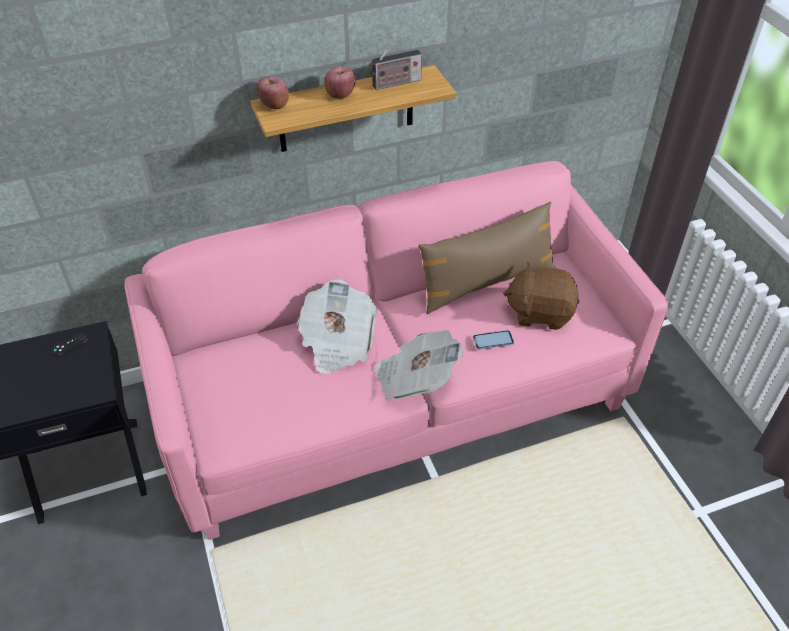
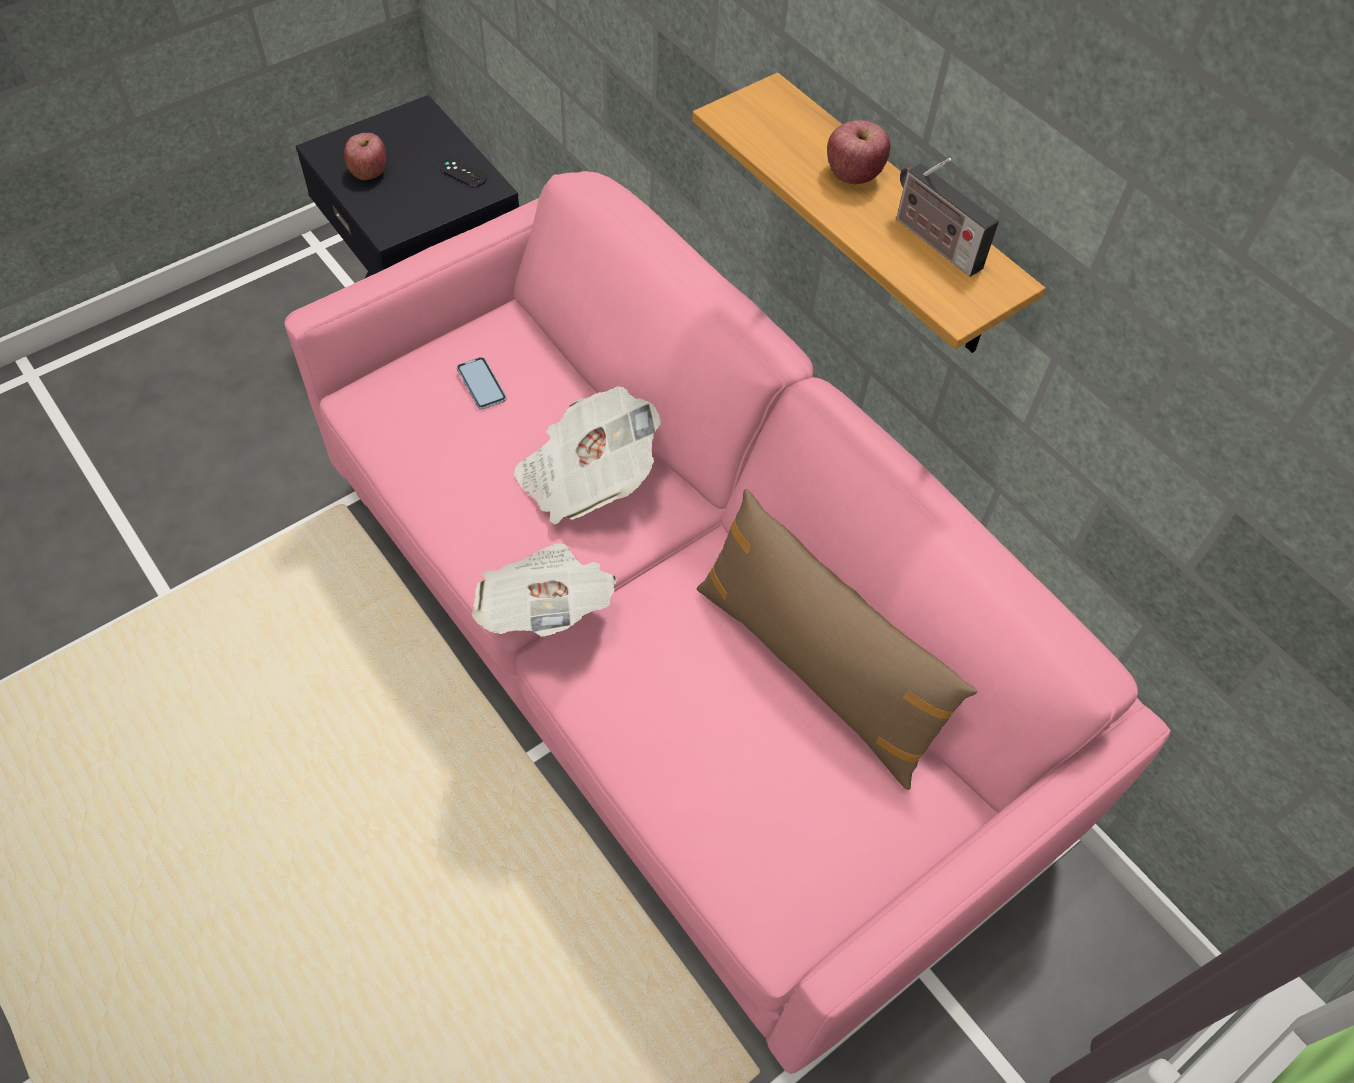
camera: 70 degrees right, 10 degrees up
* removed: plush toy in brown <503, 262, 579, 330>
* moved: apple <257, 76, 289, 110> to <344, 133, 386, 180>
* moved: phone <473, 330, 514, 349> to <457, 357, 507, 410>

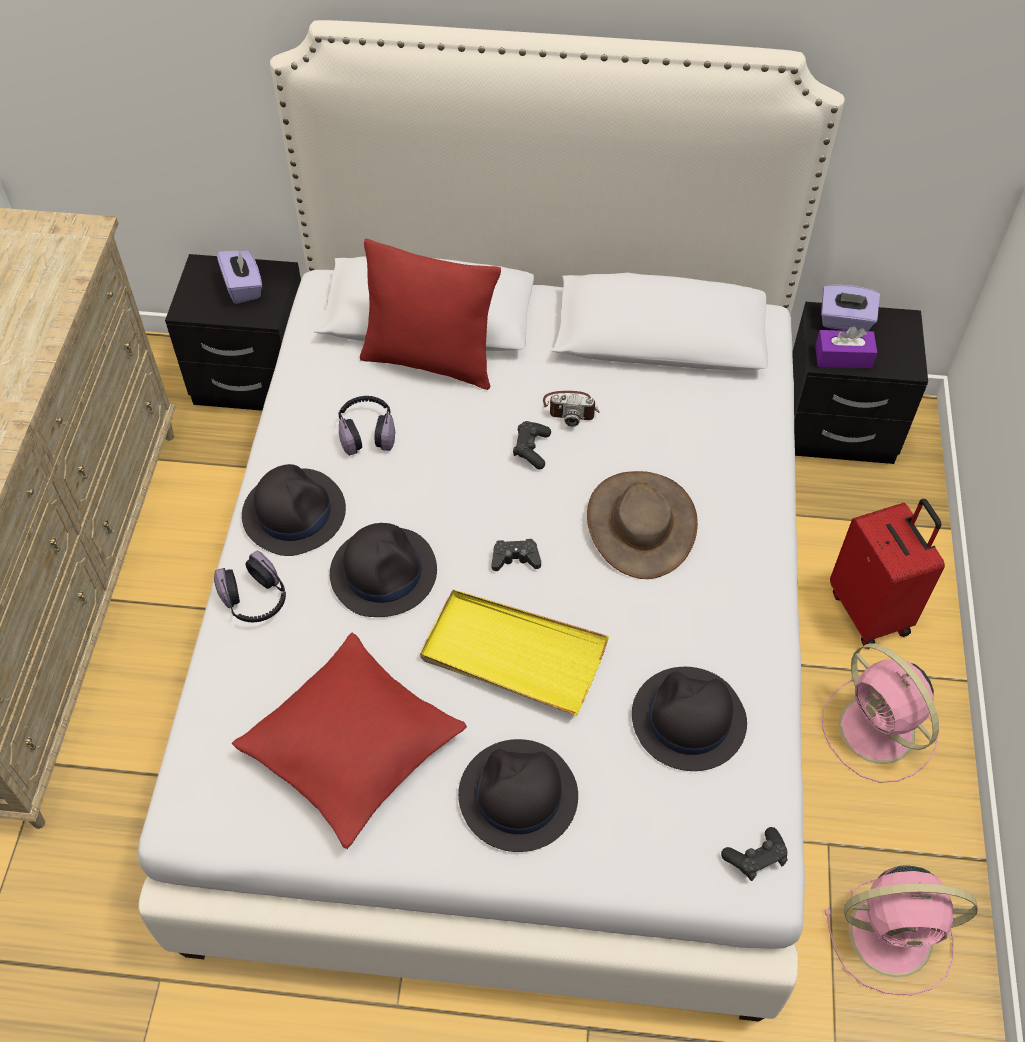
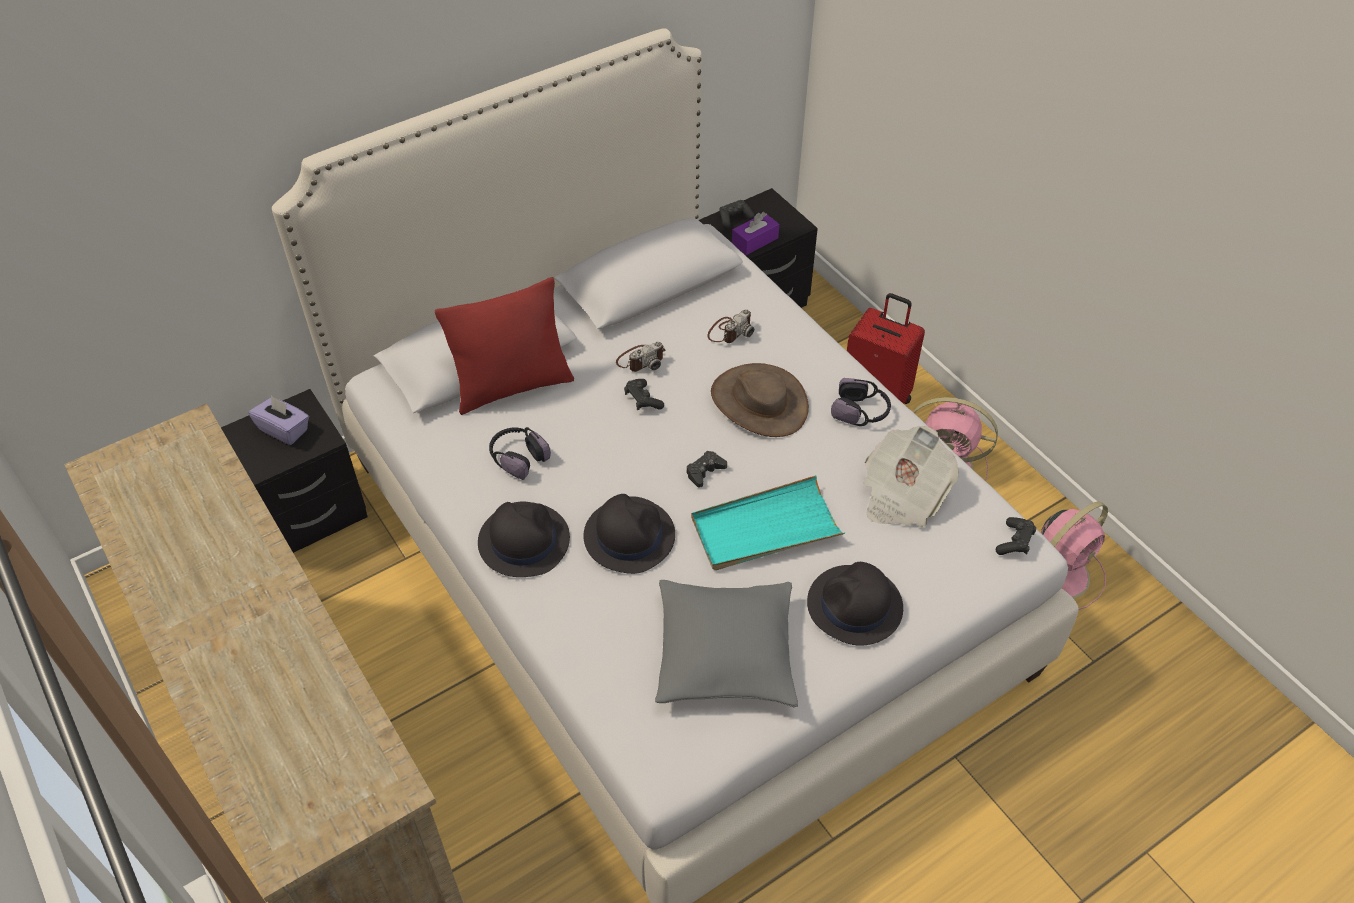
camera: 40 degrees left, 5 degrees down
* added: photo camera <707, 309, 754, 343>
* moved: headphones <214, 550, 286, 622> to <831, 378, 891, 426>
* replaced: hat in black <632, 667, 747, 771> to newspaper <863, 426, 959, 527>
* replaced: tissue box in purple <821, 285, 880, 331> to game controller in black <719, 200, 755, 229>
* recoloured: pillow in red <232, 633, 467, 849> to pillow in grey <655, 580, 798, 707>
* recoloured: tray in yellow <420, 590, 609, 716> to tray in turquoise <691, 475, 845, 570>

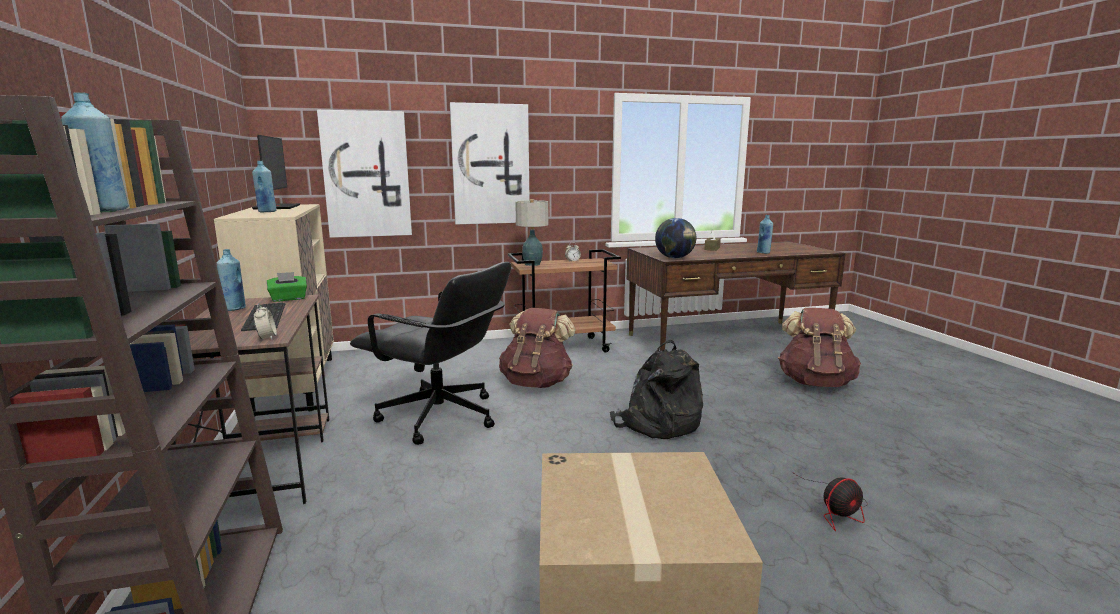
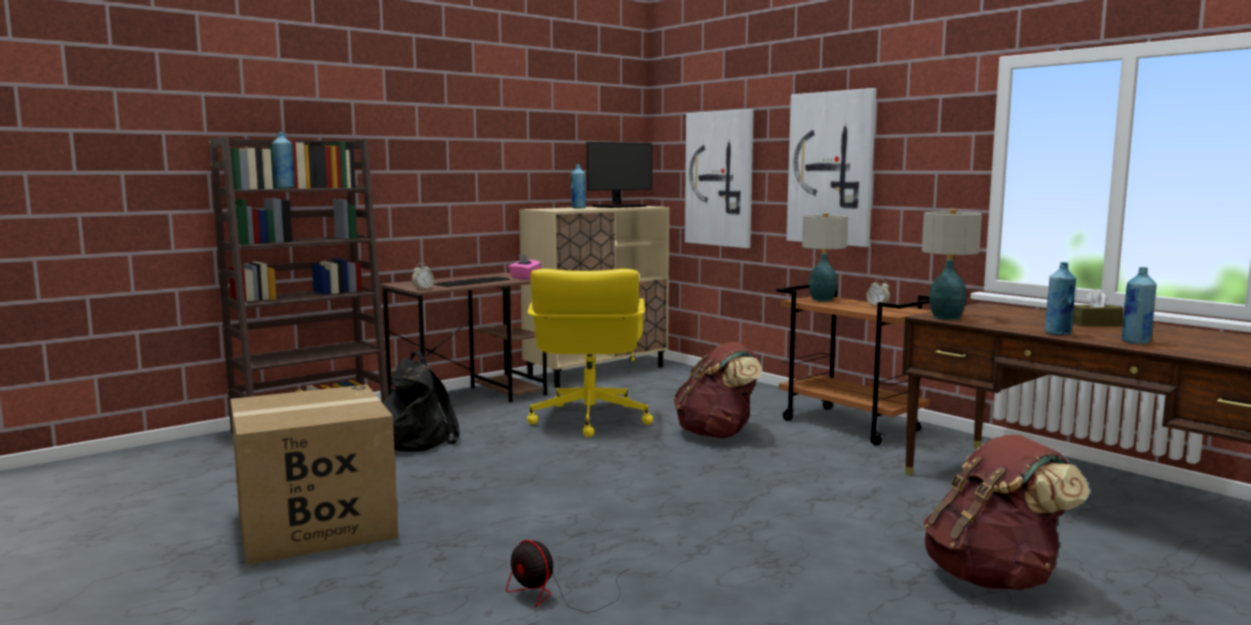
camera: 65 degrees right, 5 degrees down
* moved: bottle in blue <216, 249, 246, 311> to <1045, 262, 1076, 335>
* moved: backpack in black <610, 340, 703, 439> to <383, 351, 460, 451>
* replaced: globe <655, 218, 696, 258> to table lamp <922, 209, 982, 320>
* recoloured: tissue box in green <267, 272, 307, 302> to tissue box in pink <508, 255, 542, 279>
* recoloured: office chair in black <350, 262, 511, 445> to office chair in yellow <527, 269, 653, 437>

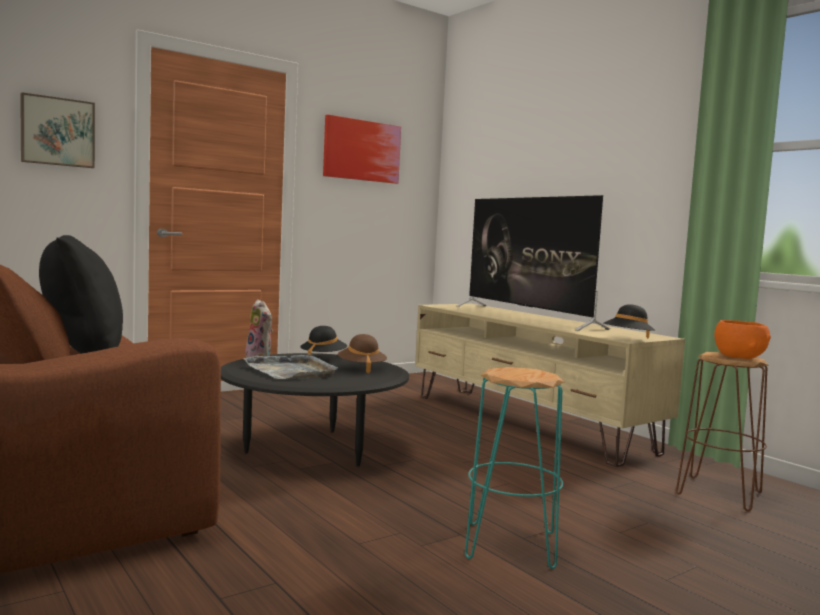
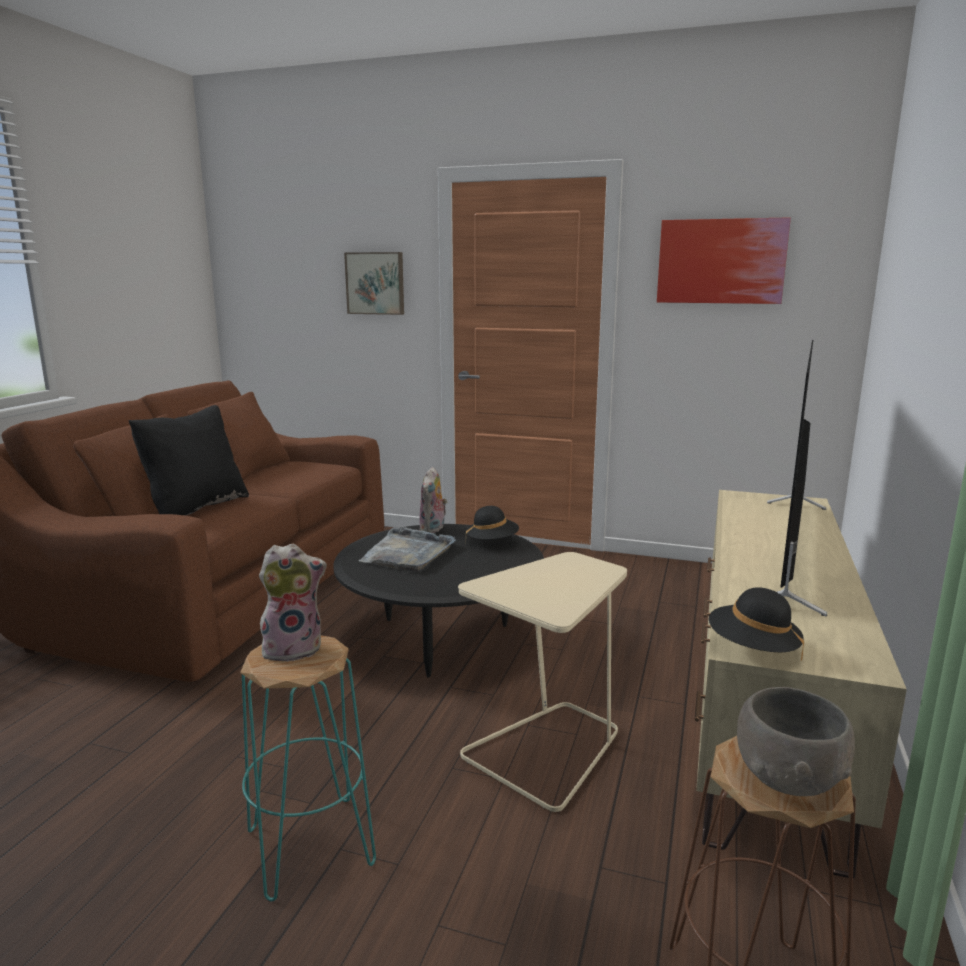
camera: 55 degrees right, 10 degrees up
* removed: hat in brown <338, 334, 387, 373>
* added: plush toy <259, 543, 327, 662>
* added: side table in beige <458, 552, 627, 812>
* recoloured: bowl in orange <714, 320, 771, 359> to bowl in grey <737, 687, 855, 796>

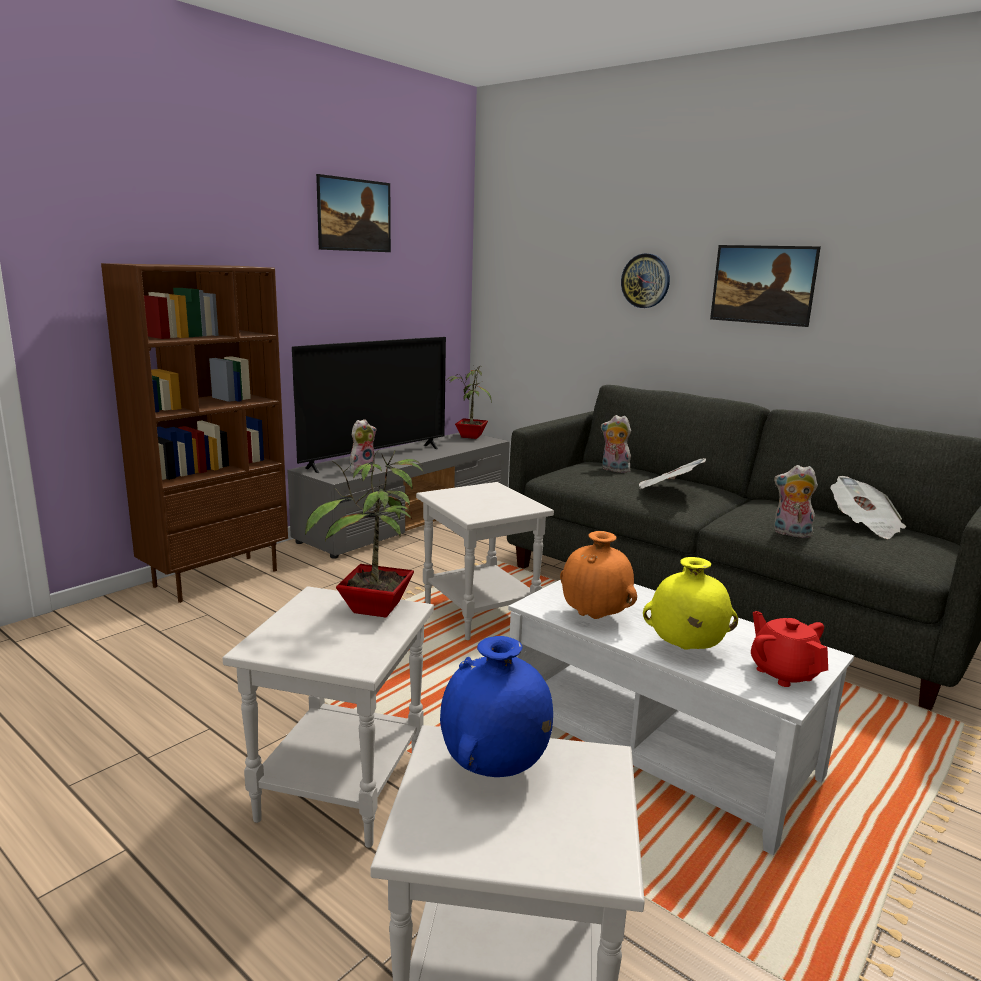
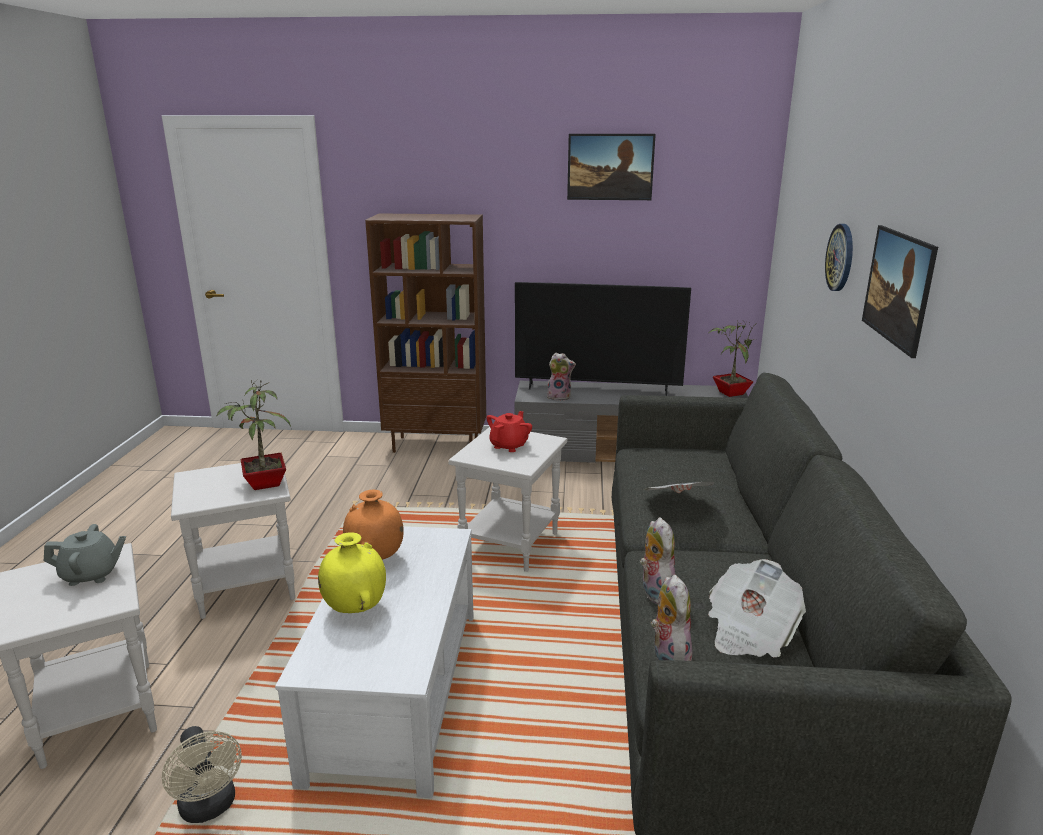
camera: 55 degrees right, 5 degrees up
* added: fan in beige <162, 726, 242, 823>
* moved: plush toy <601, 415, 632, 473> to <650, 574, 692, 661>
* moved: teapot in red <751, 611, 828, 687> to <487, 411, 532, 452>
* replaced: vase in blue <440, 636, 553, 777> to teapot in grey <44, 524, 126, 586>

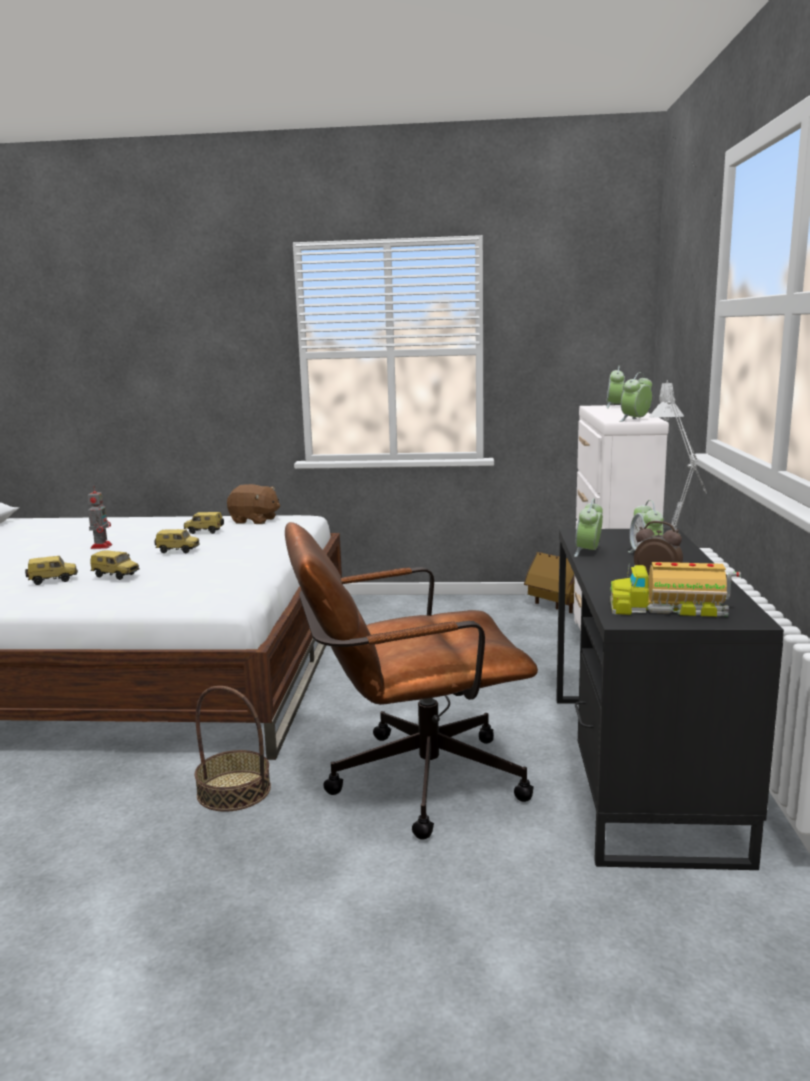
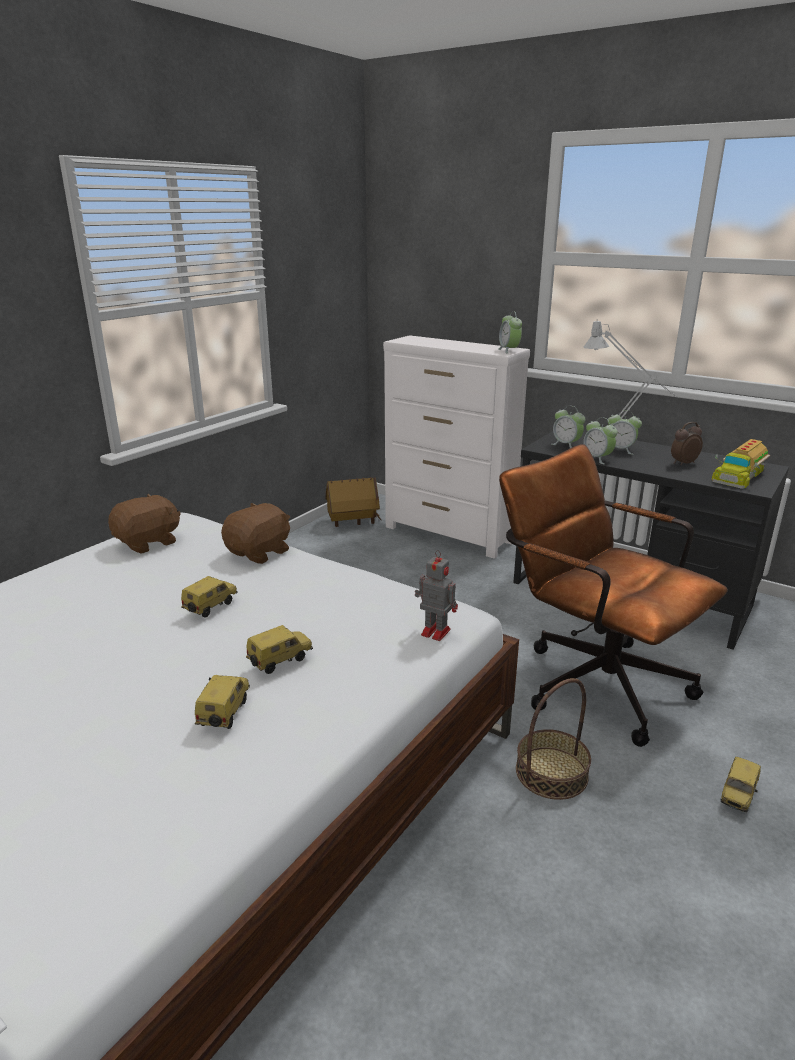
camera: 60 degrees left, 10 degrees up
* added: plush toy in brown <221, 503, 290, 564>
* moved: toy robot <88, 486, 112, 549> to <415, 550, 458, 641>
* moved: toy car <184, 512, 224, 534> to <721, 757, 761, 812>
* moved: alarm clock <606, 365, 625, 408> to <552, 406, 585, 448>
* turned: office chair in brown <285, 522, 538, 840> = <499, 444, 728, 747> 120 degrees clockwise

